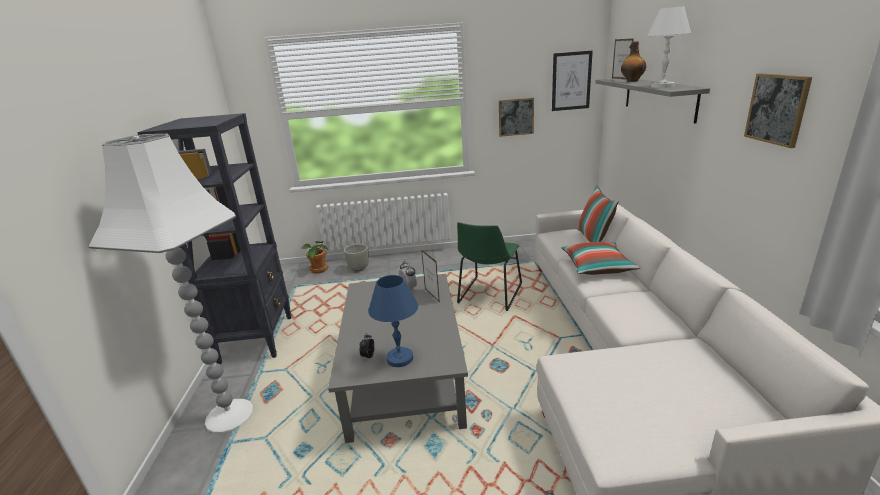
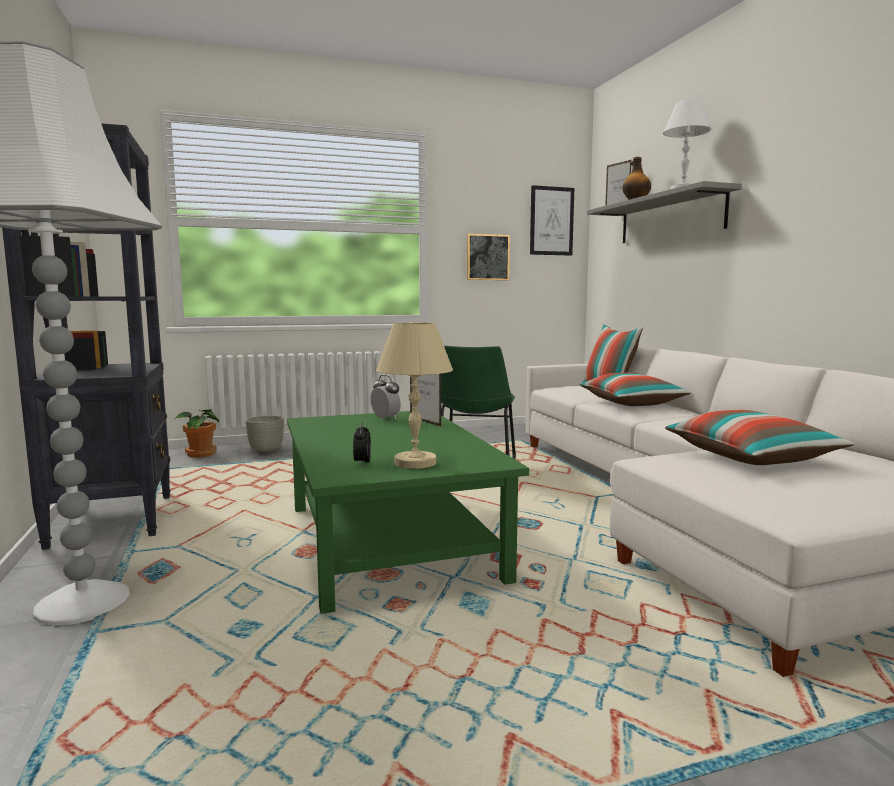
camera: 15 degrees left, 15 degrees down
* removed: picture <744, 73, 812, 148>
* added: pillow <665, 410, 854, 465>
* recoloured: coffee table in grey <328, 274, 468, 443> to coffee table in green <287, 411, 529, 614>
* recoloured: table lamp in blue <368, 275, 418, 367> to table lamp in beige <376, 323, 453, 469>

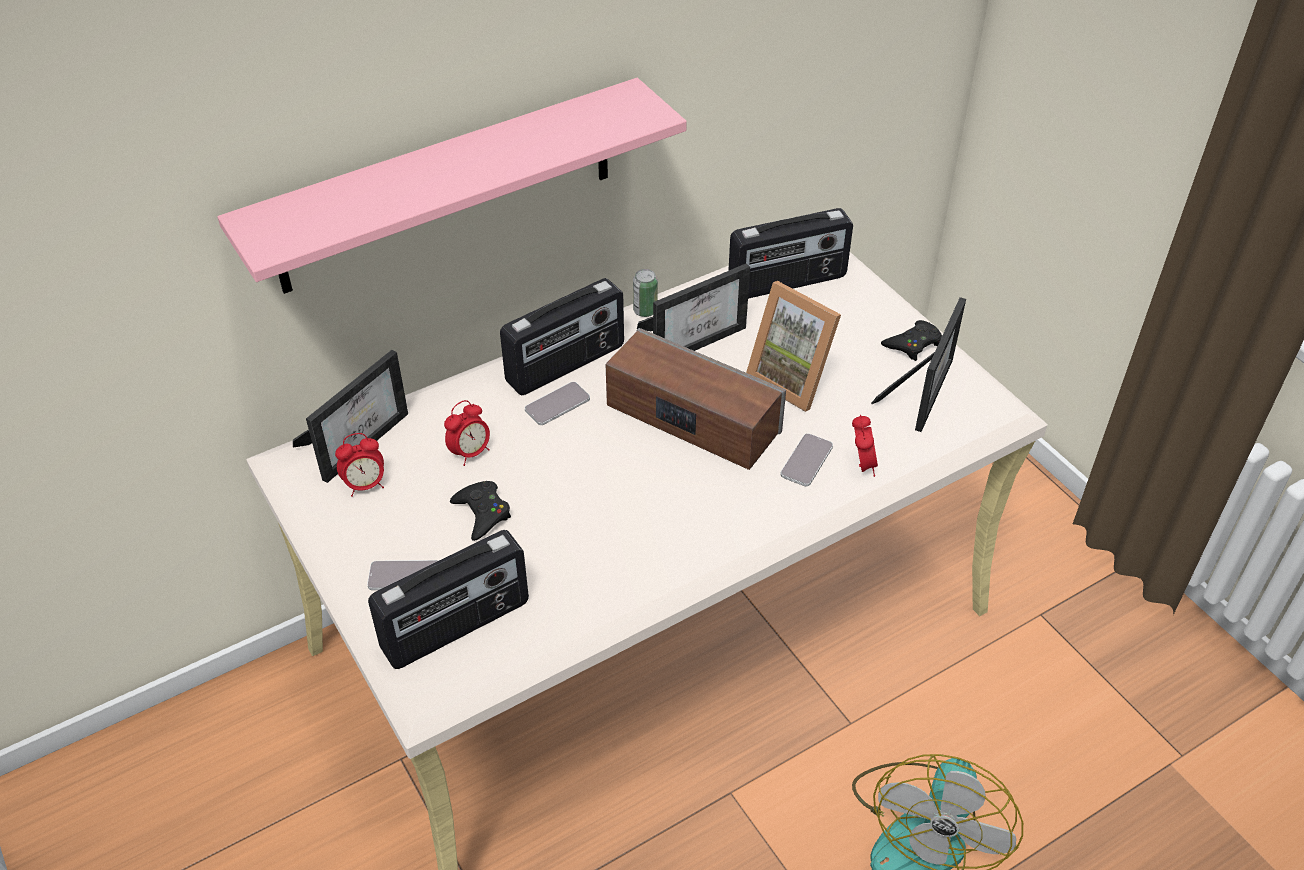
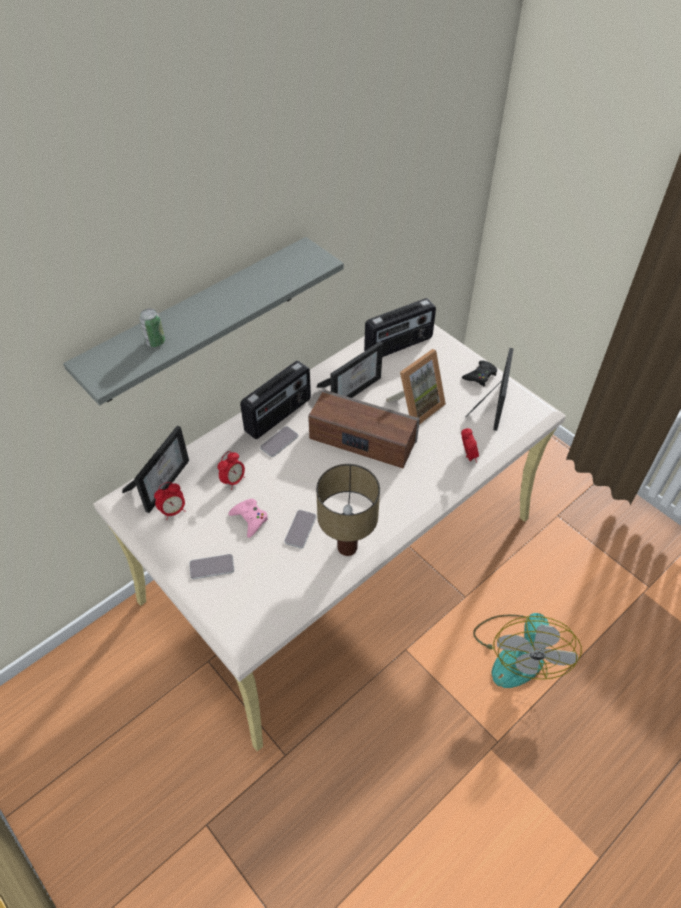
camera: 10 degrees left, 5 degrees up
* removed: radio <368, 530, 529, 669>
* added: table lamp <316, 464, 380, 556>
* moved: can <633, 269, 658, 317> to <139, 309, 165, 347>
* moved: phone <780, 433, 833, 486> to <284, 510, 316, 548>
* recoloured: shelf in pink <217, 78, 687, 294> to shelf in grey <63, 237, 344, 405>
* recoloured: game controller in black <450, 481, 511, 541> to game controller in pink <228, 499, 268, 538>
* turned: picture frame <746, 281, 841, 412> = <386, 349, 446, 425> 75 degrees counterclockwise

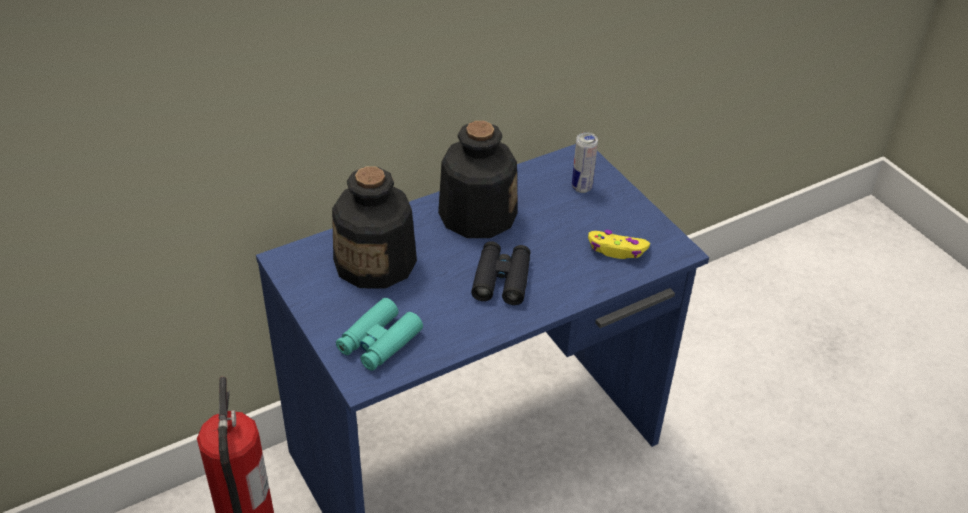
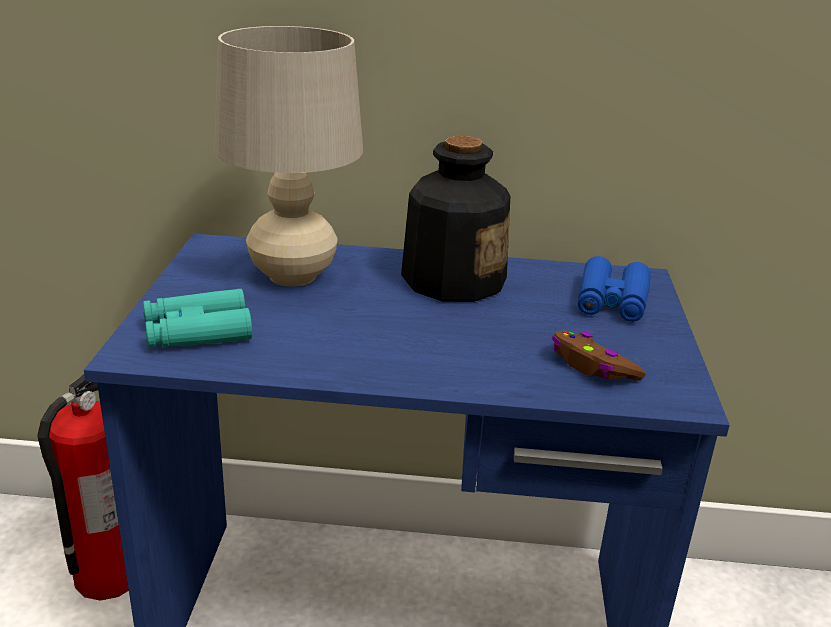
camera: 35 degrees right, 15 degrees down
* removed: binoculars in black <471, 241, 530, 305>
* replaced: bottle <332, 166, 417, 289> to table lamp in beige <214, 26, 363, 287>
* replaced: can <572, 132, 598, 193> to binoculars in blue <578, 256, 651, 322>
* recoloured: game controller in yellow <588, 230, 650, 259> to game controller in brown <552, 331, 646, 381>

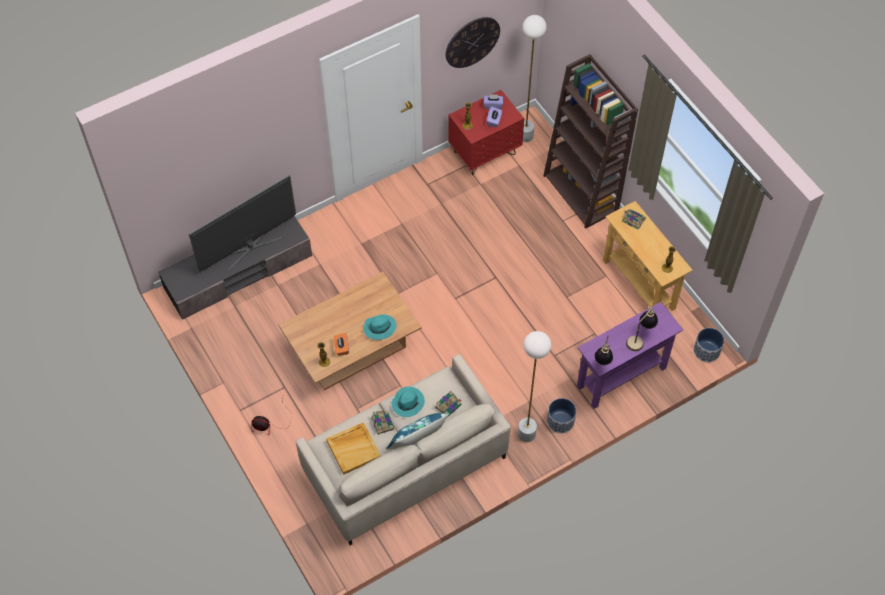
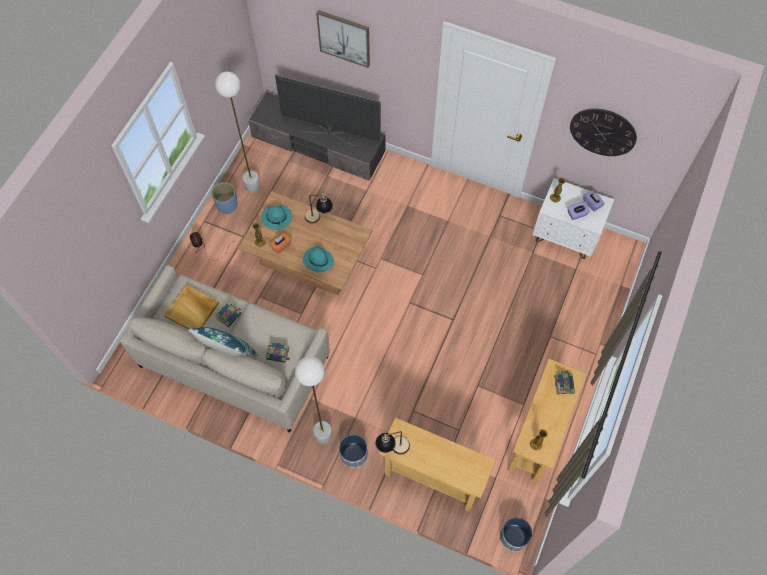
camera: 55 degrees right, 5 degrees up
* removed: bookcase in brown <543, 54, 638, 229>
* added: planter in blue <211, 182, 238, 214>
* added: picture <316, 10, 370, 68>
* moved: hat in turquoise <391, 386, 425, 417> to <261, 205, 292, 230>
* moved: floor lamp in white <523, 15, 547, 142> to <215, 72, 260, 193>
* moved: table lamp <626, 307, 658, 351> to <305, 192, 333, 224>
* recoloured: nightstand in red <448, 90, 524, 175> to nightstand in white <533, 178, 614, 259>
* recoloured: console table in purple <577, 302, 683, 409> to console table in beige <379, 418, 496, 512>

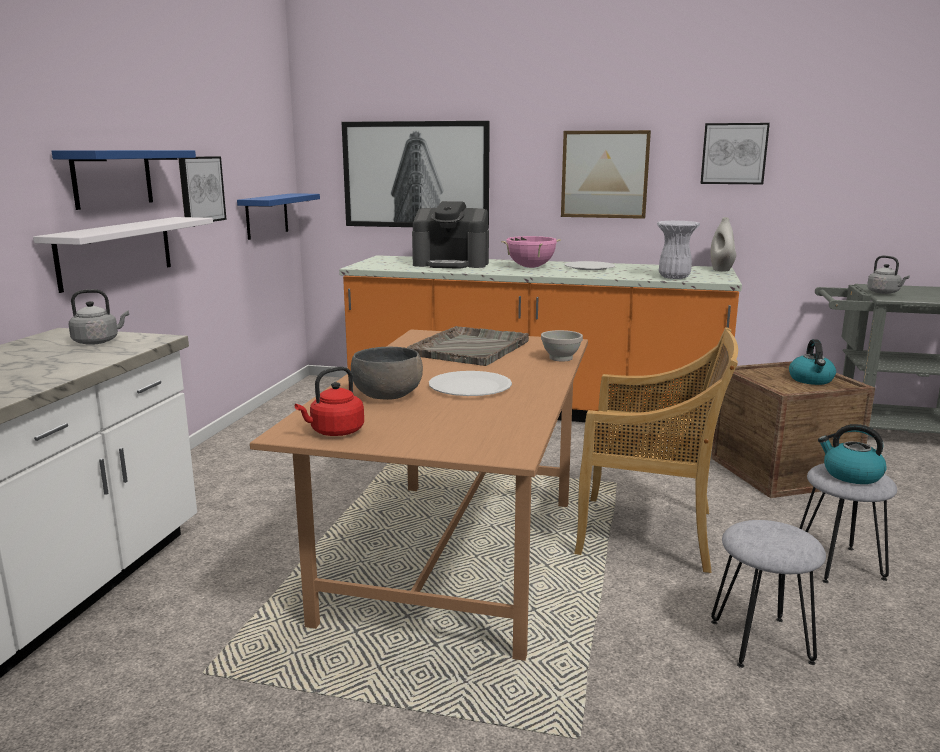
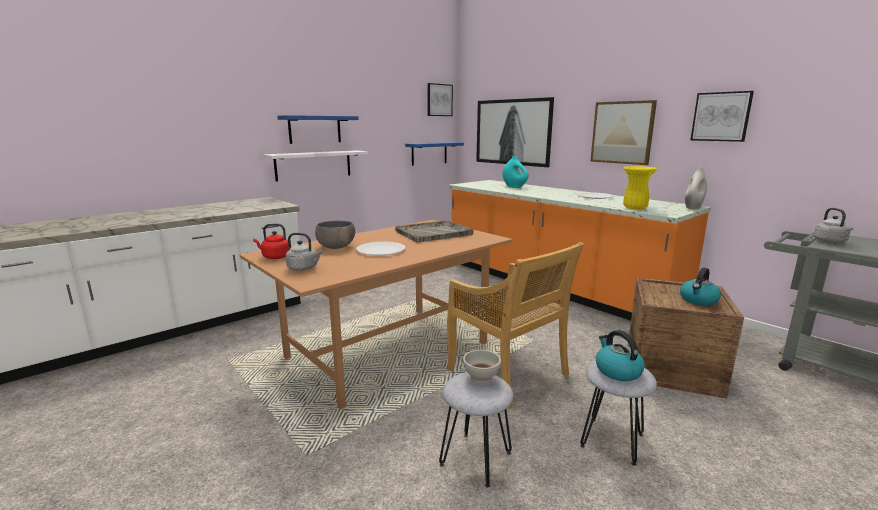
camera: 35 degrees right, 0 degrees up
* removed: cooking pot in pink <501, 236, 561, 268>
* moved: kettle in grey <68, 289, 129, 345> to <285, 233, 323, 271>
* moved: picture <178, 156, 227, 222> to <427, 83, 453, 116>
* moved: bowl in white <541, 330, 583, 361> to <463, 350, 501, 384>
* replaced: coffee machine <412, 201, 489, 268> to vase in turquoise <502, 156, 529, 188>
* recoloured: vase in white <657, 221, 700, 279> to vase in yellow <623, 166, 657, 210>

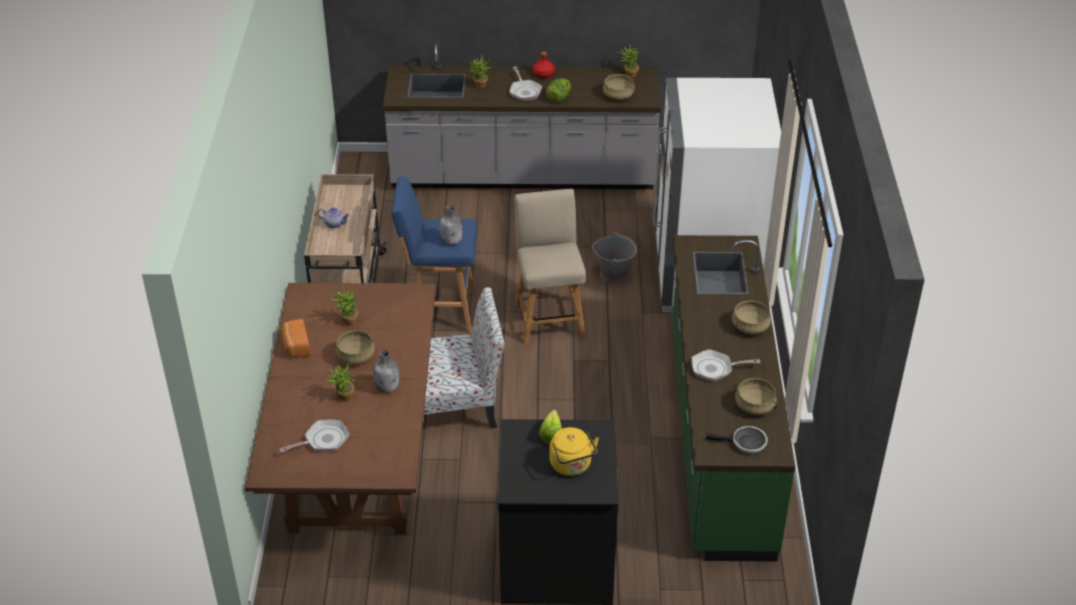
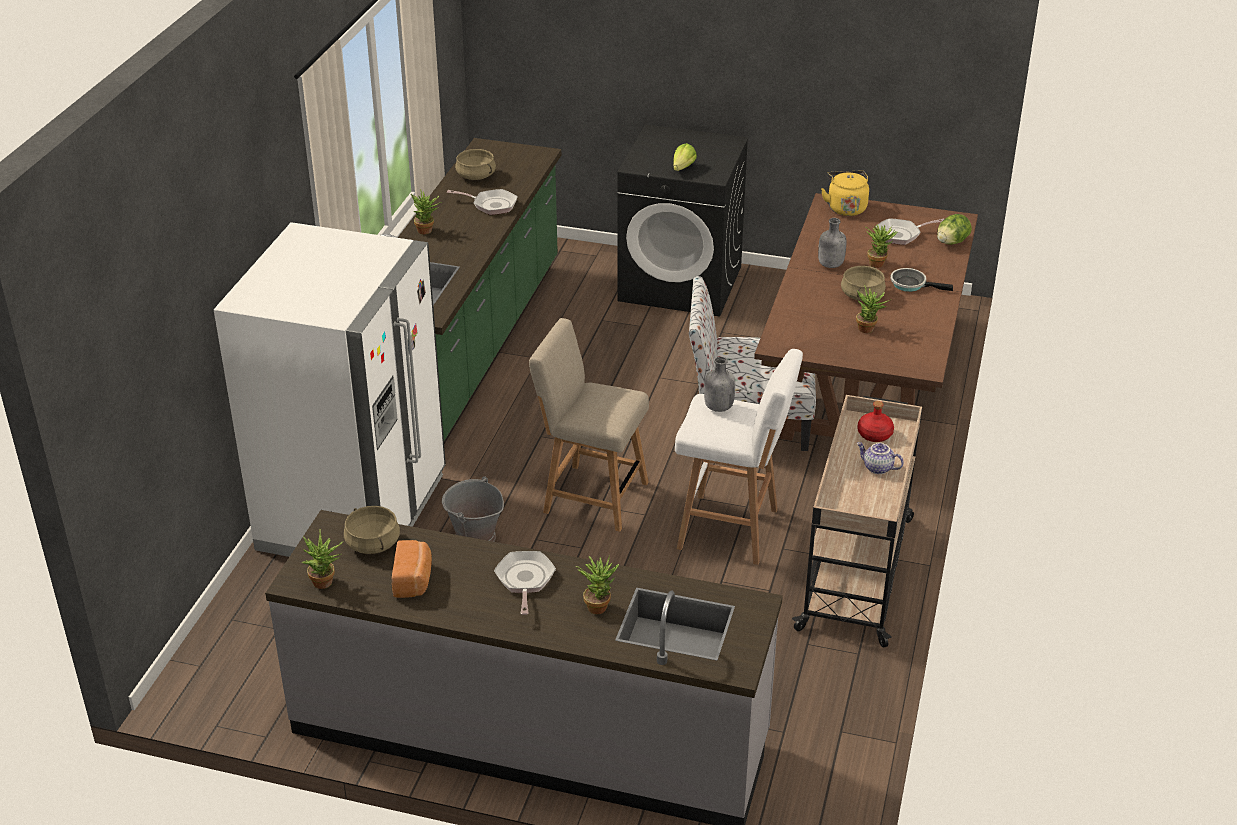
camera: 165 degrees left, 5 degrees down
* moved: bread <282, 319, 310, 358> to <392, 540, 432, 598>
* moved: bottle in red <532, 52, 555, 78> to <857, 401, 894, 442>
* moved: lettuce <546, 78, 571, 102> to <937, 214, 972, 245>
* moved: kettle in yellow <549, 427, 599, 476> to <821, 171, 869, 216>
* moved: frying pan <706, 426, 767, 454> to <890, 268, 953, 292>
* replaced: cooking pot in beige <732, 300, 771, 334> to potted plant <410, 189, 442, 234>
* recoloured: stool in blue <392, 176, 477, 333> to stool in white <675, 349, 803, 565>
* turned: chair in beige <514, 189, 586, 345> = <529, 318, 649, 532> 105 degrees clockwise

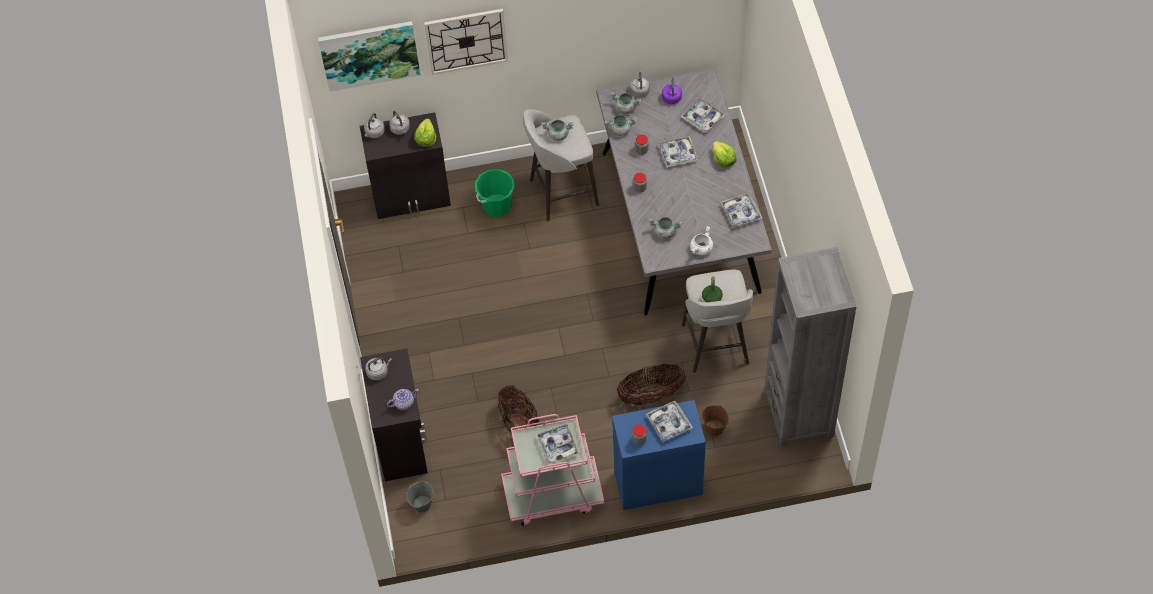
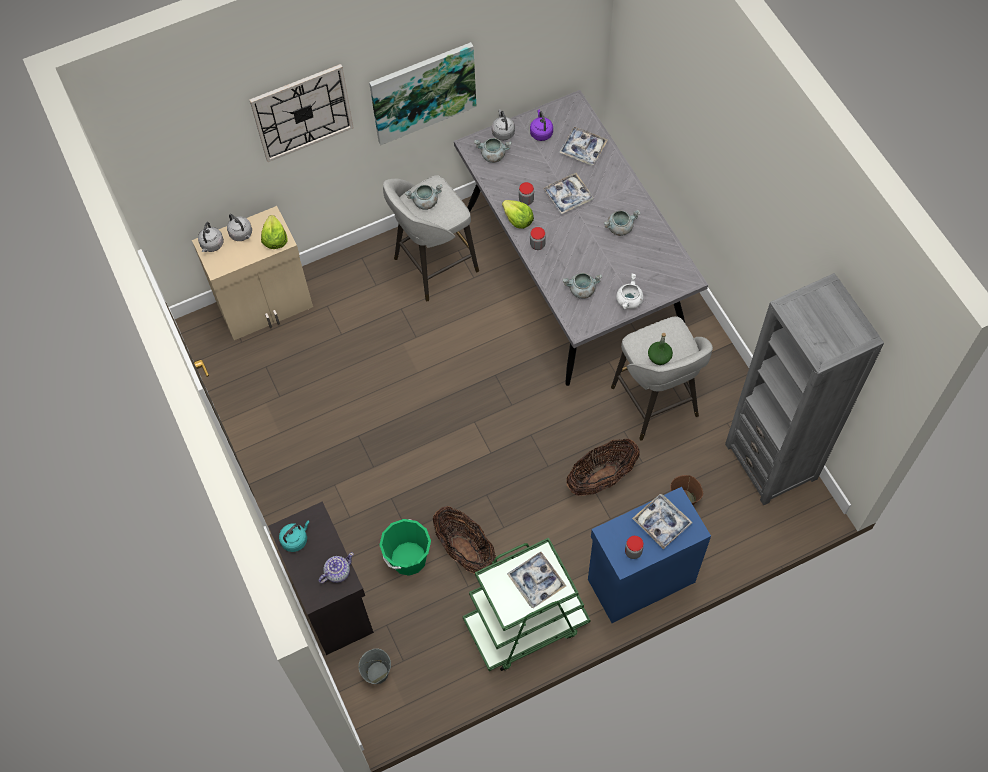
camera: 15 degrees left, 5 degrees up
* removed: tray <720, 193, 762, 228>
* moved: picture <318, 21, 420, 92> to <369, 42, 477, 145>
* moved: bucket in green <475, 169, 514, 217> to <380, 519, 431, 576>
* moved: cooking pot in grey <604, 115, 637, 136> to <604, 210, 640, 236>
* moved: lettuce <713, 141, 737, 168> to <502, 200, 534, 229>
* recoloured: cabinet in black <360, 112, 451, 219> to cabinet in beige <192, 206, 313, 340>
* recoloured: kettle in grey <365, 357, 392, 380> to kettle in turquoise <279, 520, 310, 552>
* recoloured: cart in pink <501, 414, 604, 526> to cart in green <462, 538, 591, 671>

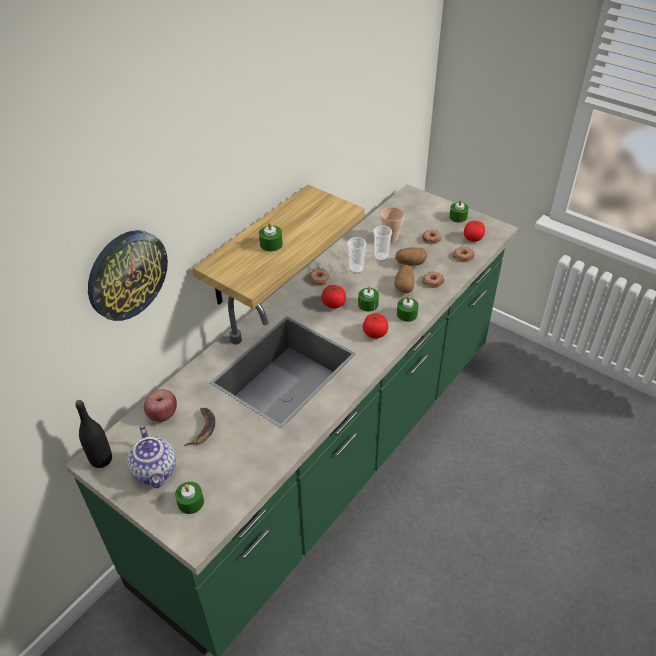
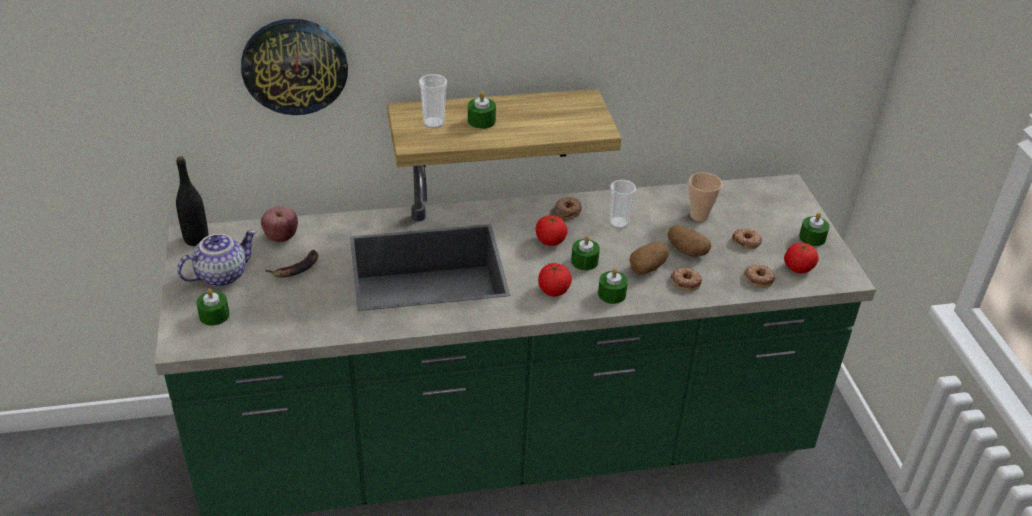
camera: 40 degrees right, 5 degrees down
* moved: cup <373, 226, 392, 261> to <419, 74, 447, 128>
* turned: teapot <127, 425, 176, 488> = <177, 230, 257, 287> 150 degrees counterclockwise

